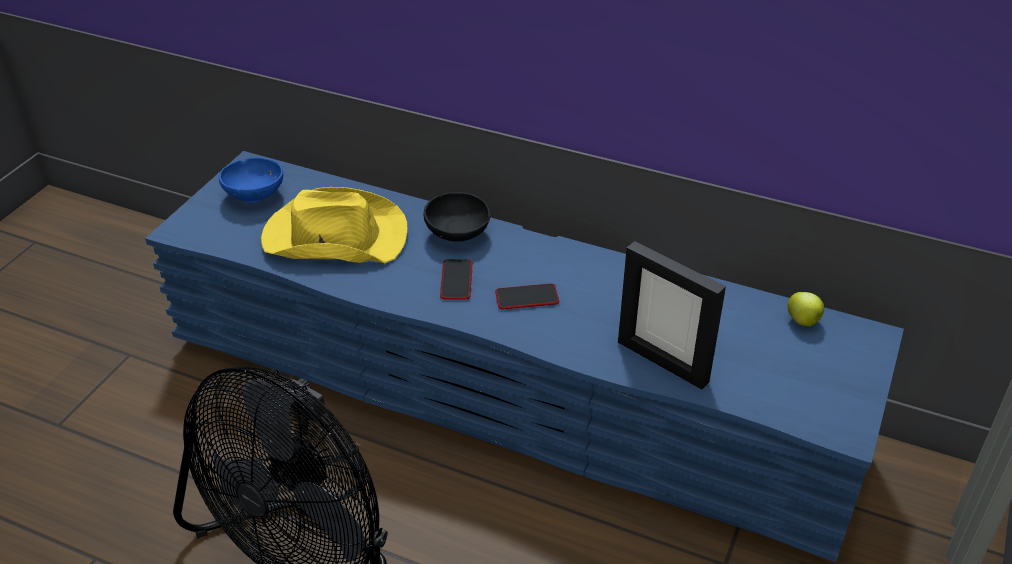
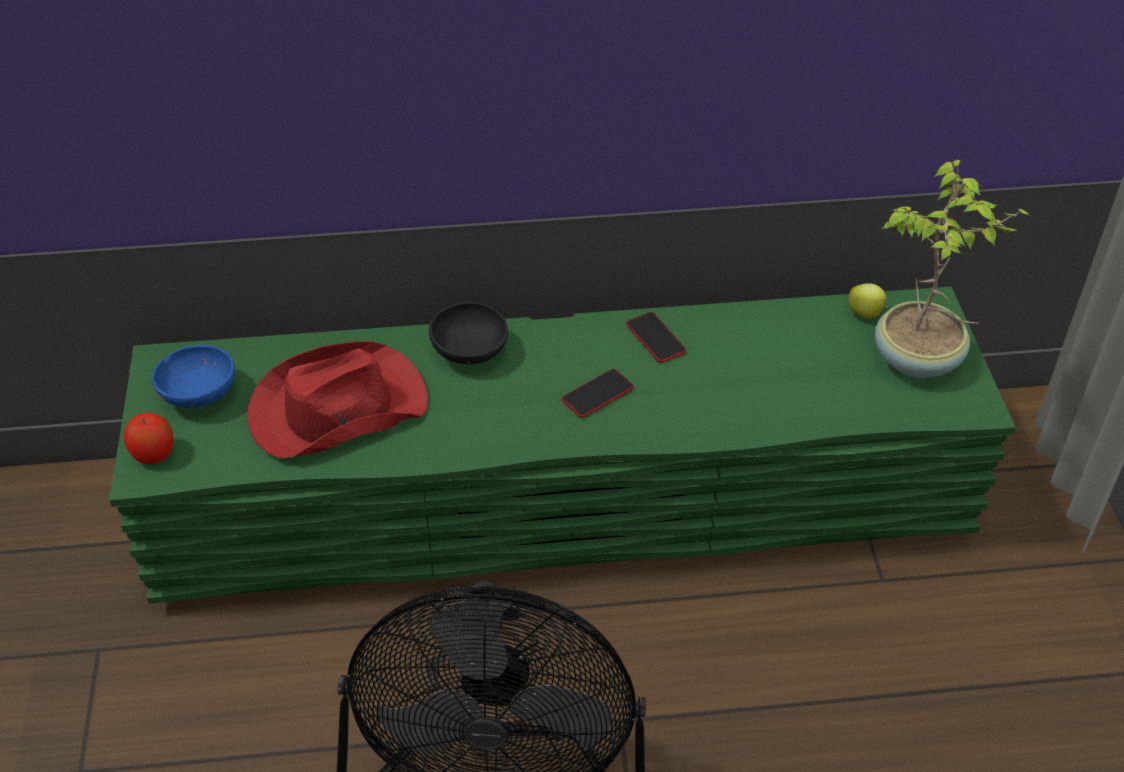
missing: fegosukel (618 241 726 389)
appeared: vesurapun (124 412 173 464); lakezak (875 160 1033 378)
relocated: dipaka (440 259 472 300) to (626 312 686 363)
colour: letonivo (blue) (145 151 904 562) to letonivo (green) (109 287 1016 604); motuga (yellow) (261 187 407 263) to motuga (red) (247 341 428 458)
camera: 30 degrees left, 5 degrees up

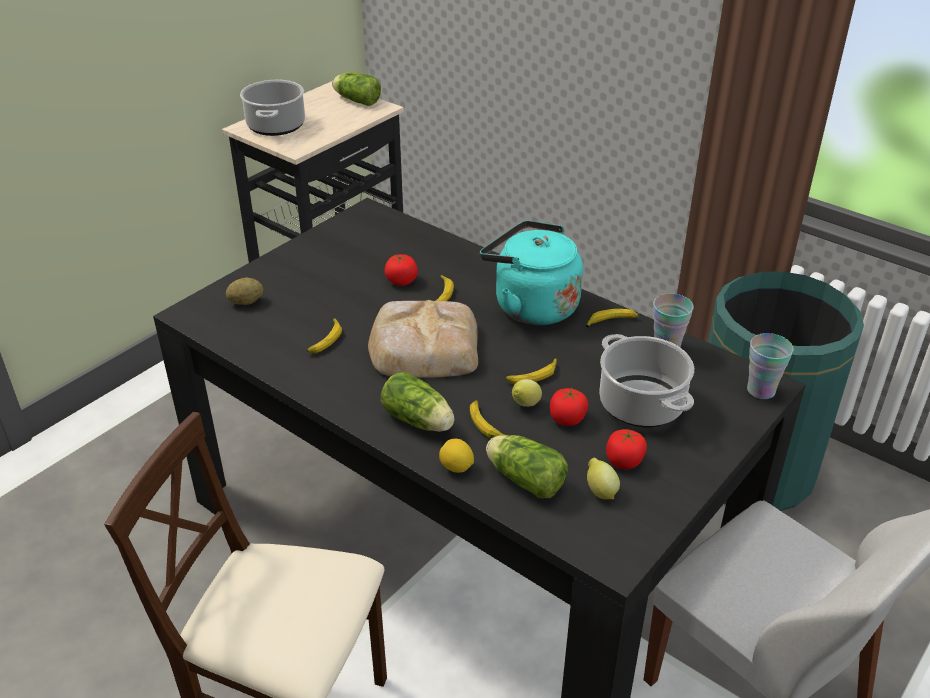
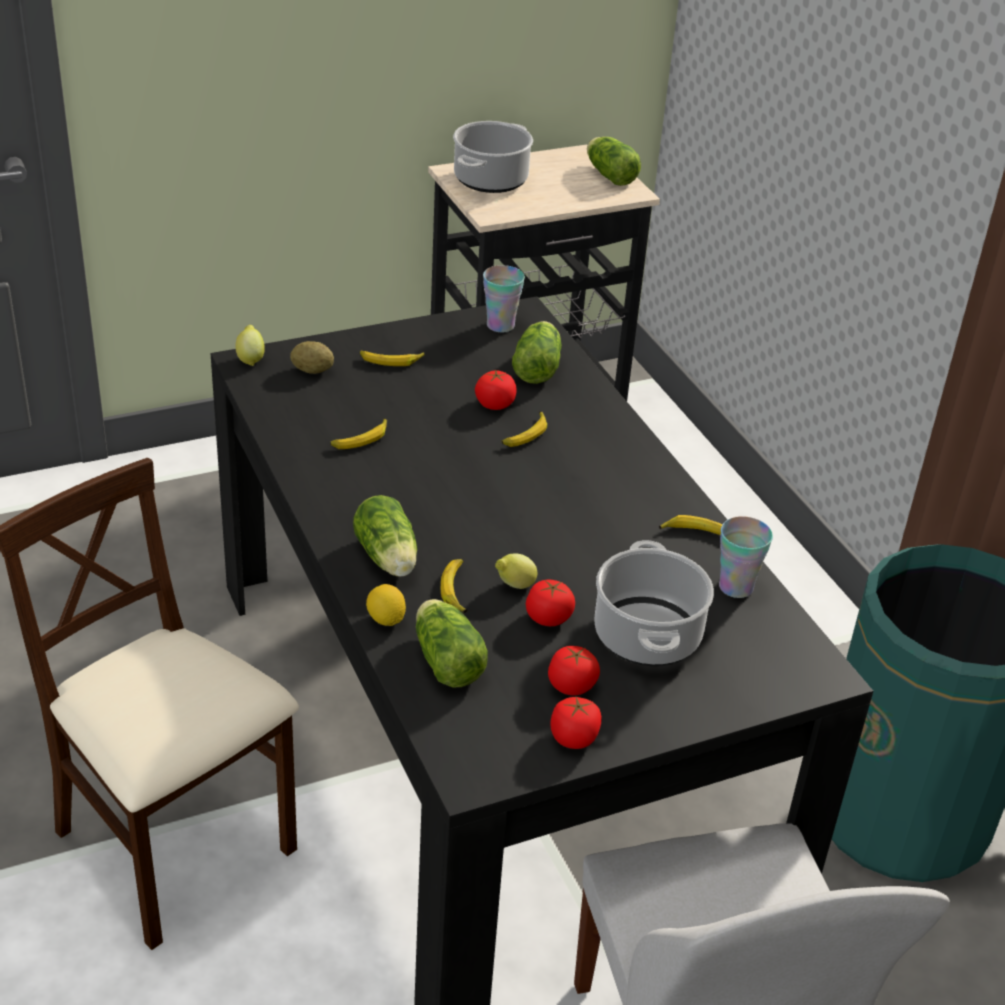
missing: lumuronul (368 300 478 377); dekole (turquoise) (480 220 583 325)
appeared: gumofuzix (512 321 562 384); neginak (551 697 602 749)
relocated: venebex (506 358 557 384) to (360 351 425 366); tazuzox (587 458 620 499) to (235 325 265 366); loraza (747 333 794 399) to (483 265 525 333)
camera: 25 degrees right, 0 degrees up

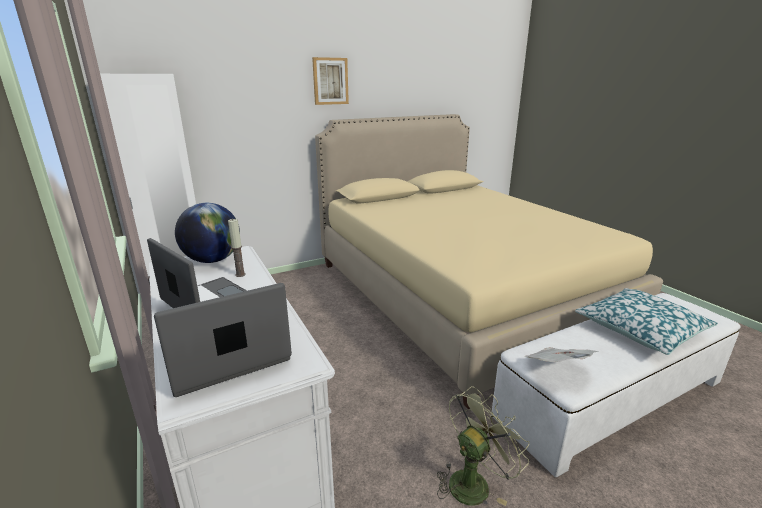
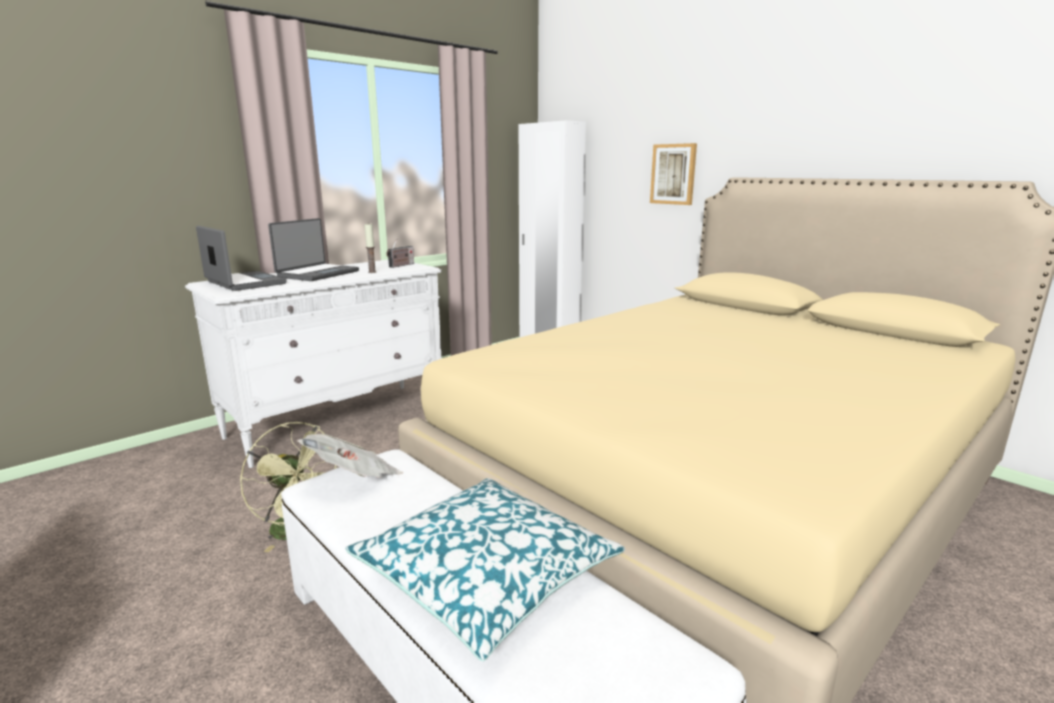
relocated: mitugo (312 57 349 105) to (650 143 697 205)
exchanged: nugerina (175 203 240 263) to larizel (387 239 414 268)
camera: 75 degrees right, 5 degrees down

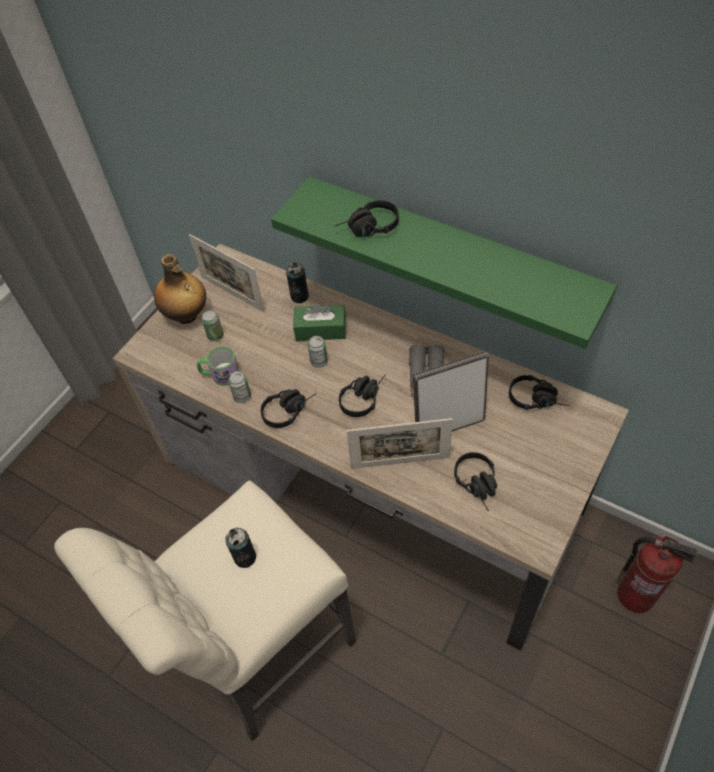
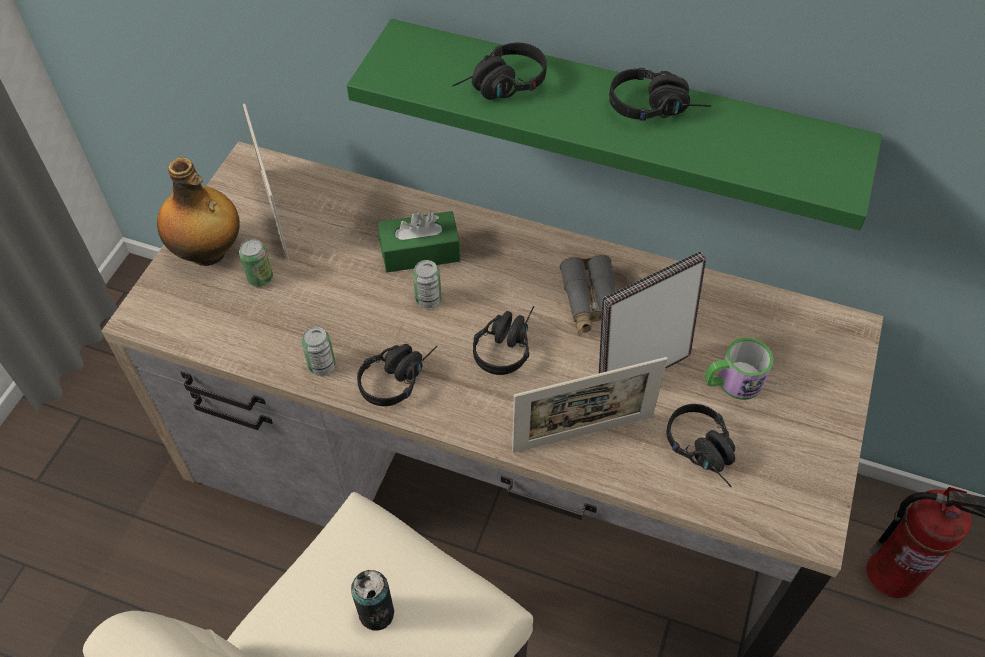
missing: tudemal (286 263 309 303)
relocated: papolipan (197 346 240 386) to (705 338 773 400); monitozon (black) (509 375 569 410) to (609 68 711 121)
spun: fegosukel (189 234 264 312) = (243 104 289 260) 45 degrees clockwise
camera: 15 degrees left, 0 degrees up

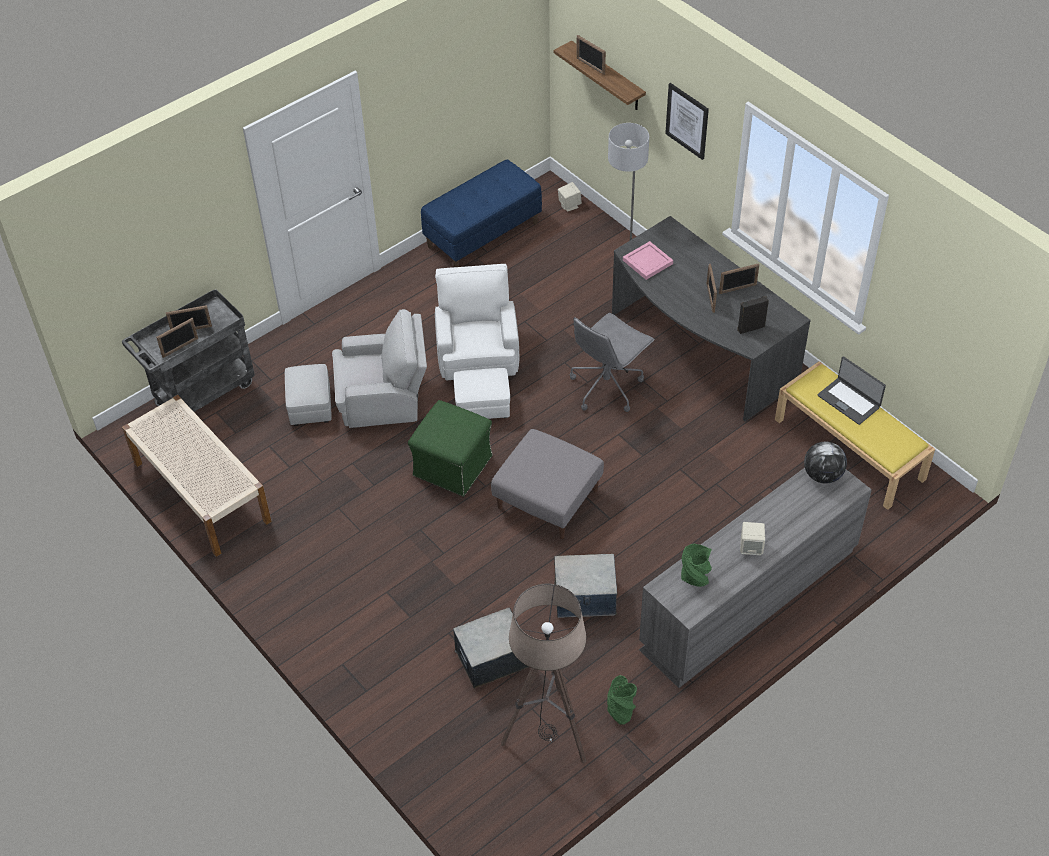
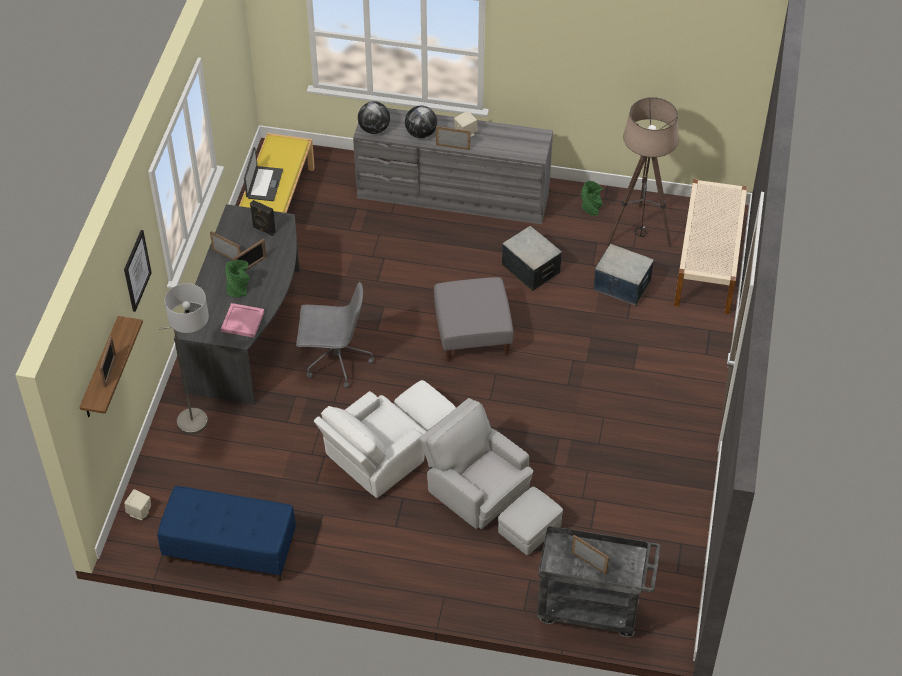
missing: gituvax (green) (408 400 493 497)
appeared: nugerina (405 106 437 138)
relocated: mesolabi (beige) (122 395 272 557) to (674 179 747 314); fegosukel (156 318 198 358) to (436 126 471 150); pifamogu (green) (681 544 712 587) to (226 260 250 297)
camera: 130 degrees left, 0 degrees up

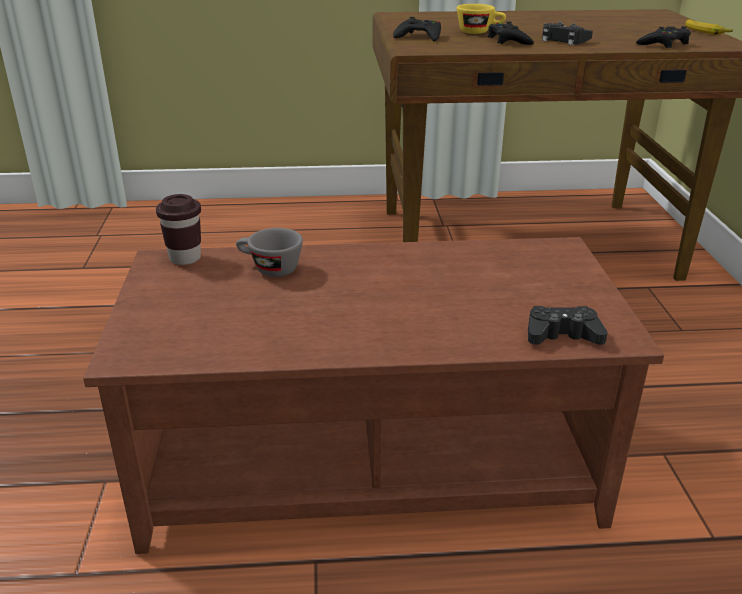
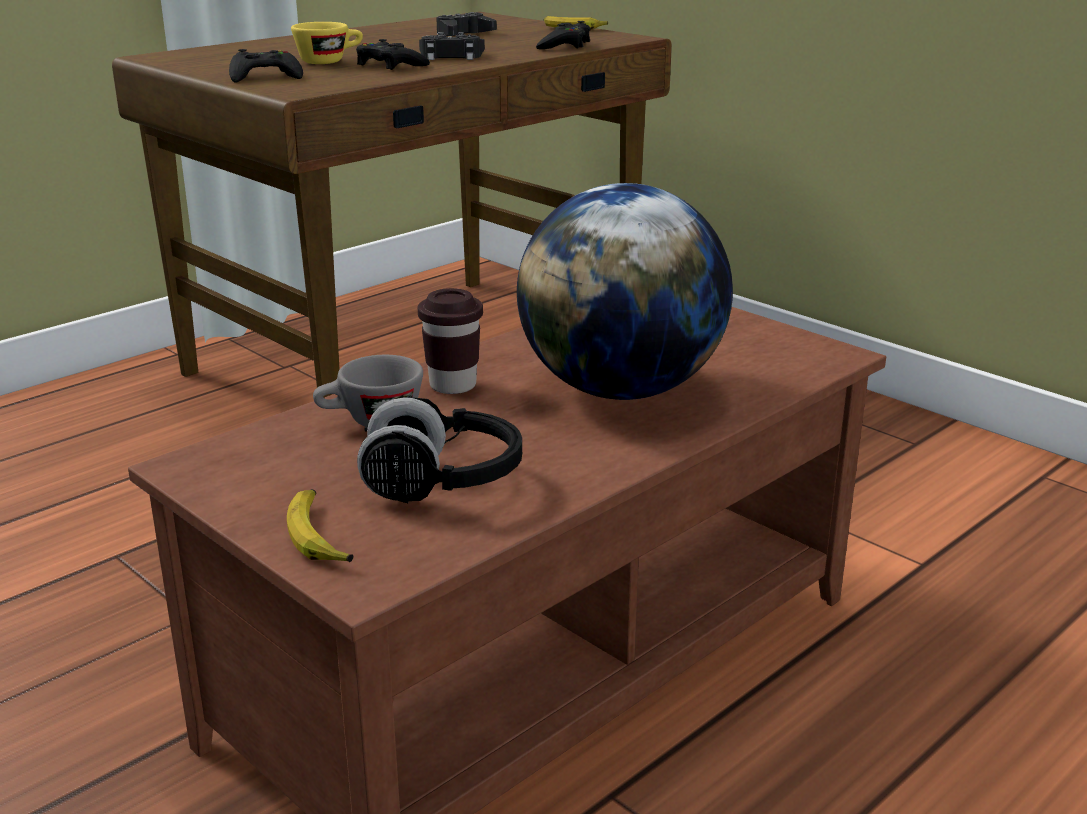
appeared: venebex (287 489 354 562); monitozon (black) (357 397 522 503); nugerina (517 183 733 400)
relocated: loraza (brown) (156 194 201 265) to (418 288 483 394); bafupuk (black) (528 306 608 345) to (436 12 497 36)
camera: 40 degrees left, 5 degrees down

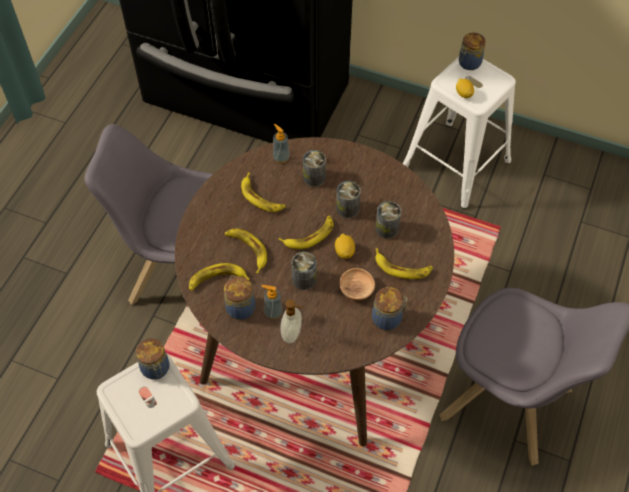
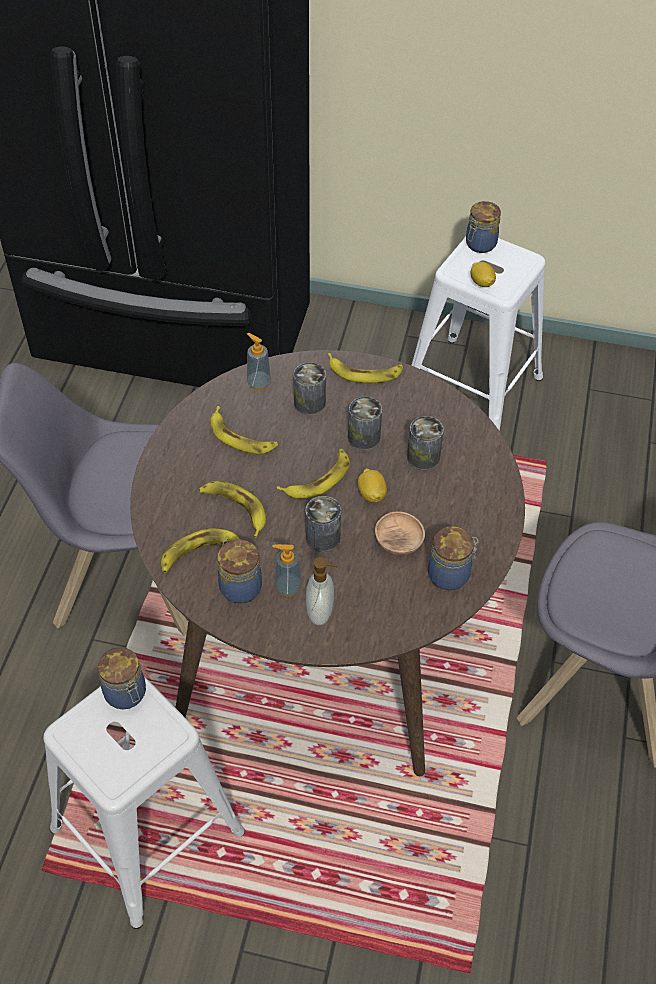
relocated: venebex (376 248 433 279) to (328 353 403 383)
camera: 10 degrees left, 5 degrees down

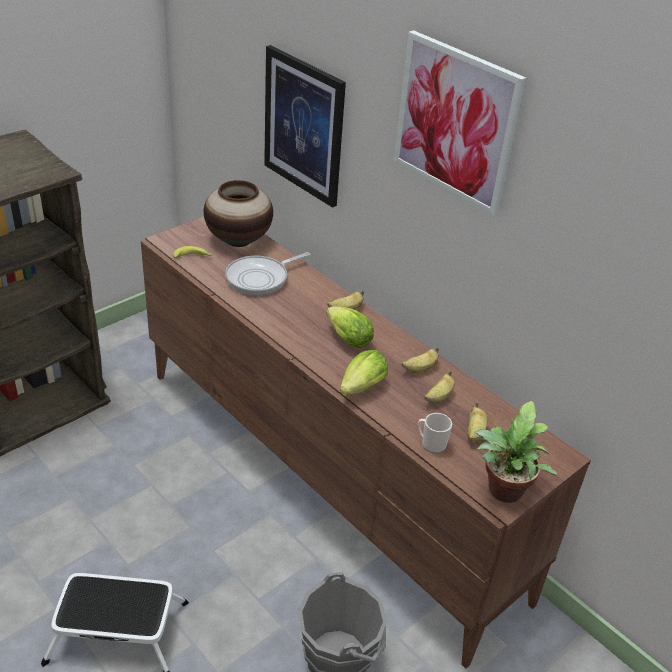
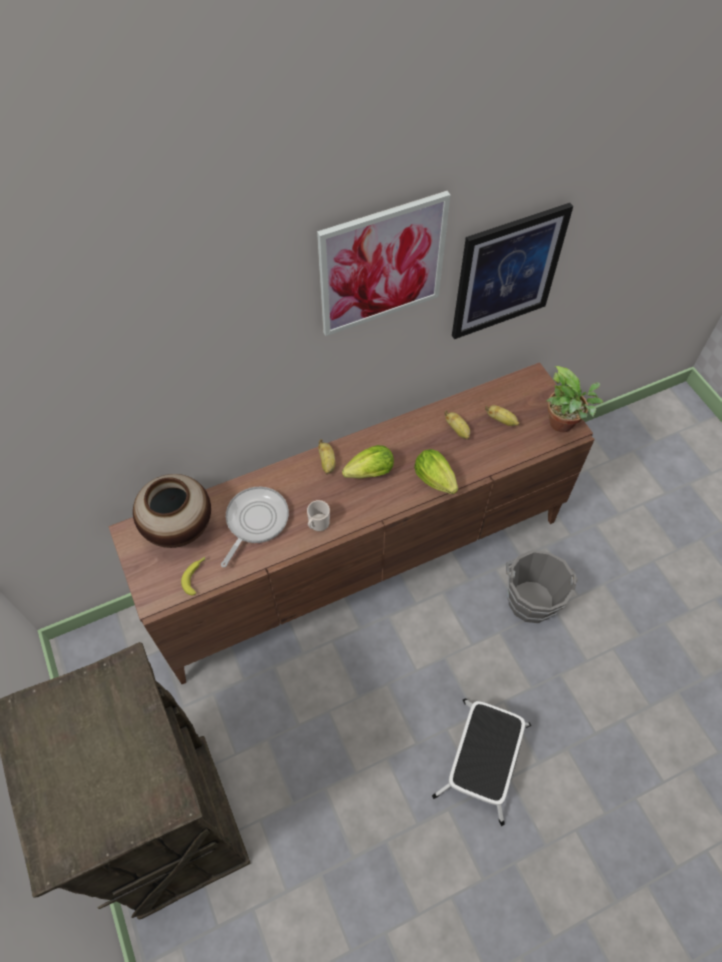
missing: venebex (402 347 439 373)
relocated: mitugo (264 45 346 208) to (452 203 573 339); papolipan (418 413 452 453) to (307 500 330 531)
spun: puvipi (225 252 310 295) = (221 487 289 567) 135 degrees counterclockwise
camera: 70 degrees left, 20 degrees up

